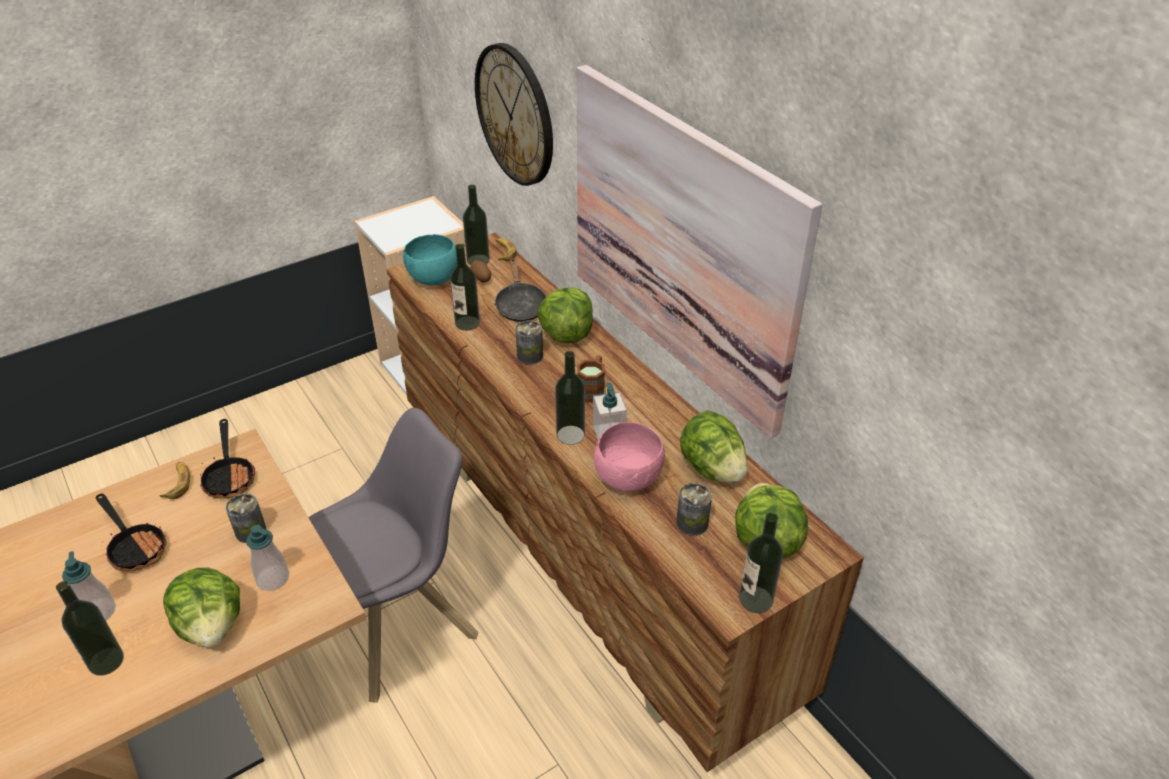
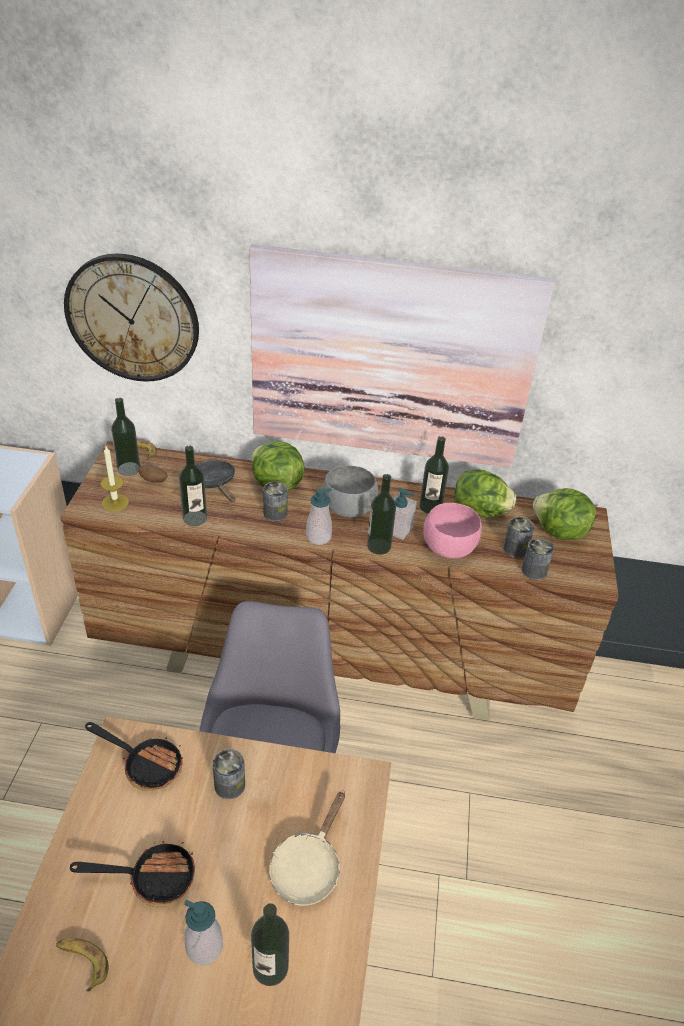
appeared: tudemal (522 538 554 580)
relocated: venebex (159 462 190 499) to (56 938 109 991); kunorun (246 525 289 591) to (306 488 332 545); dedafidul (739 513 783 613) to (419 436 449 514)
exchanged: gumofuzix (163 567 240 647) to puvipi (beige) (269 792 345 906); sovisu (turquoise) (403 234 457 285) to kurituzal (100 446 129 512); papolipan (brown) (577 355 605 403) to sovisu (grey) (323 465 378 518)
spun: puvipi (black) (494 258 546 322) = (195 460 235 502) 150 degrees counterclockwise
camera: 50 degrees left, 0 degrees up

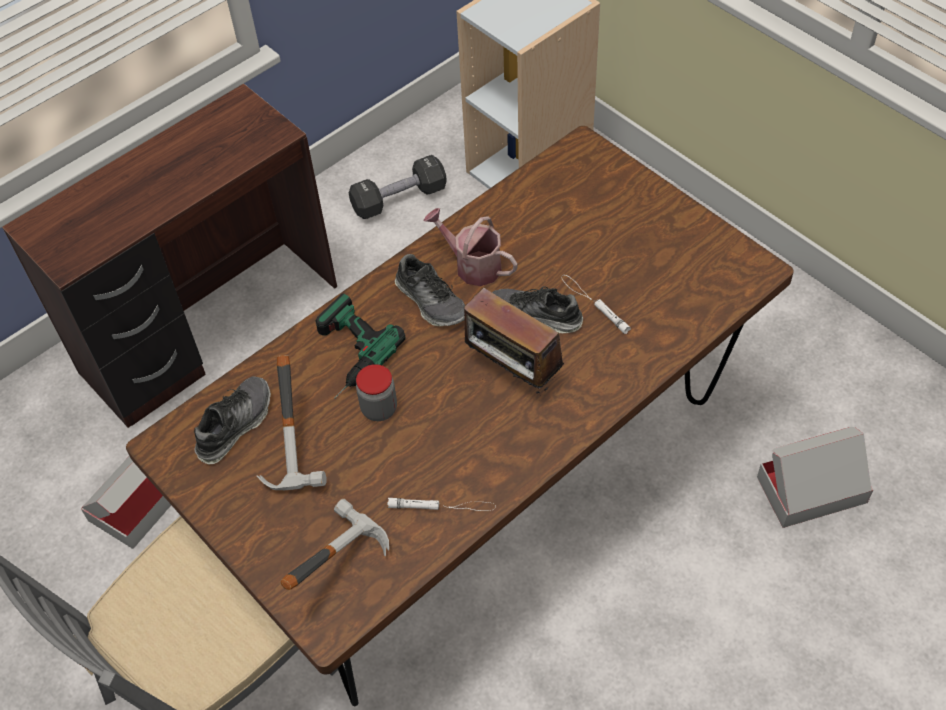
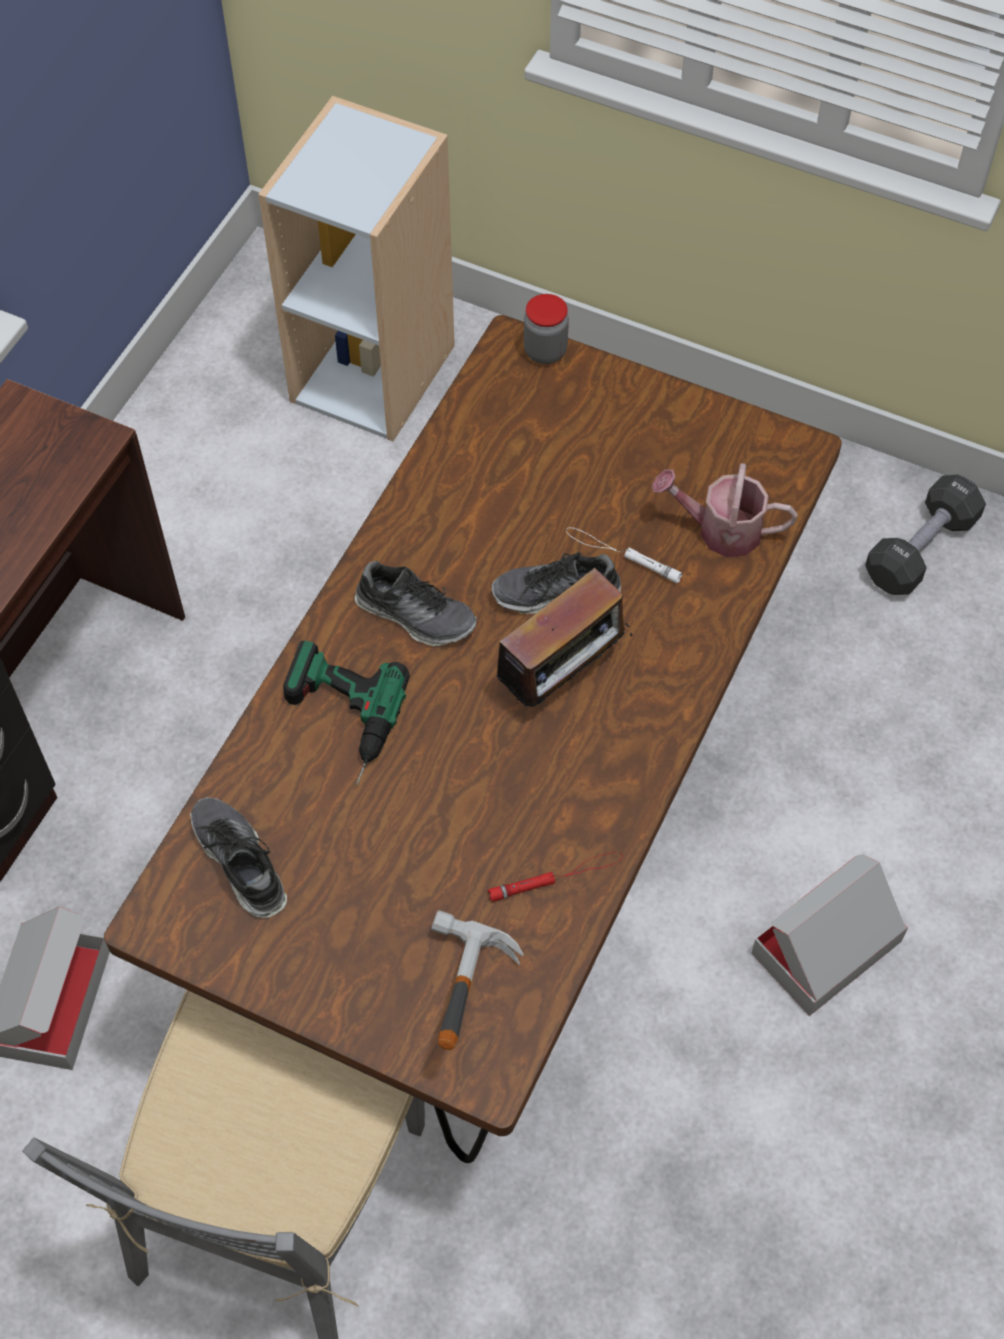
missing: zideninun (256 355 327 490)
relocated: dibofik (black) (349 155 447 219) to (865 475 986 595); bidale (356 364 397 421) to (524 294 569 364); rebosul (423 208 518 286) to (652 463 798 557); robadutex (757 427 873 528) to (751 854 908 1016)
colour: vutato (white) (387 498 496 511) to vutato (red) (488 852 623 902)
spun: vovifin (194 376 271 464) = (190 797 287 918) 45 degrees counterclockwise; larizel (464 288 564 393) = (484 568 634 707) 60 degrees counterclockwise
camera: 25 degrees left, 5 degrees up

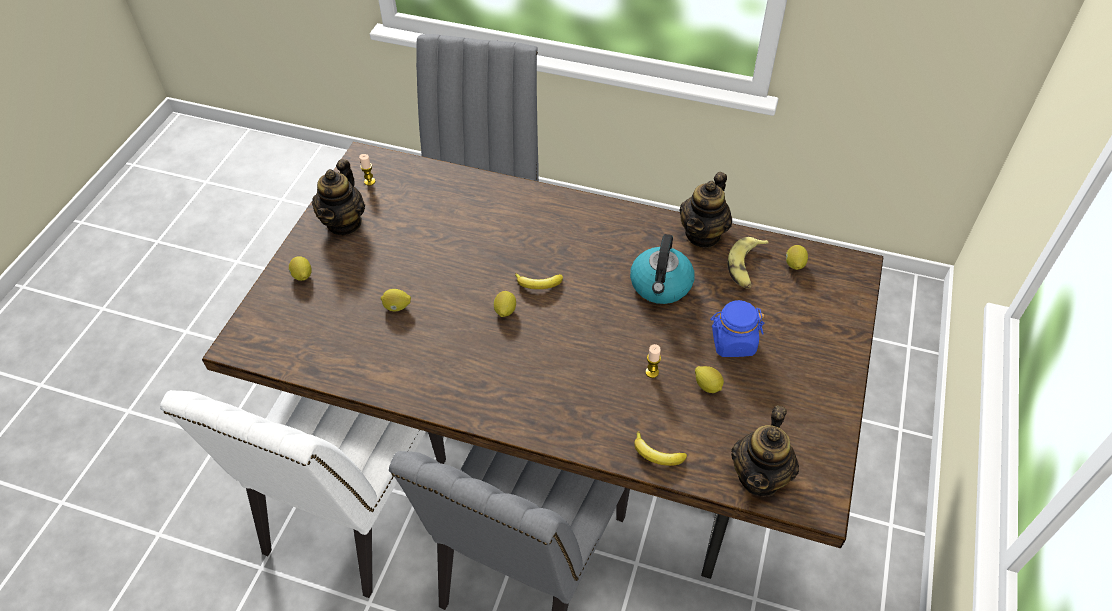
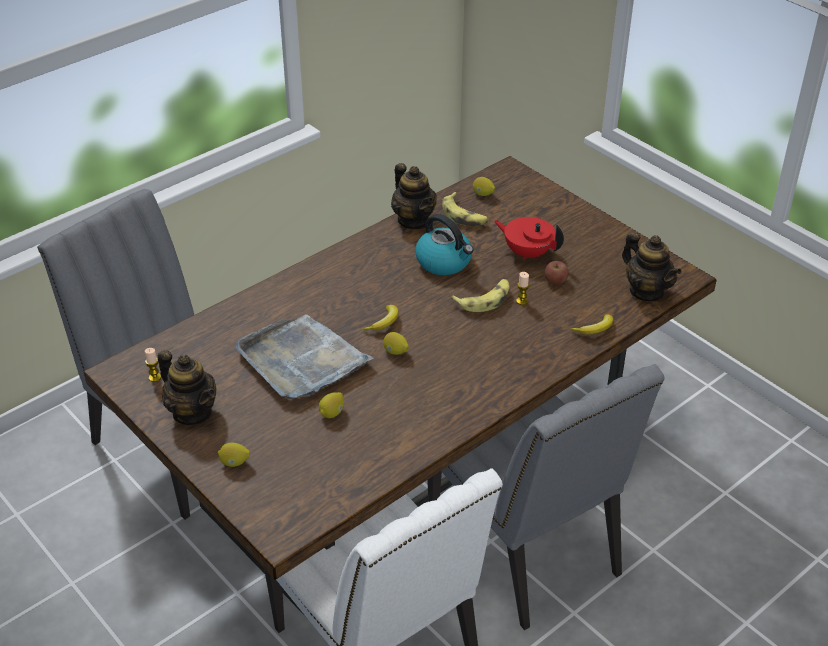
appeared: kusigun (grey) (236 314 374 400); venebex (451 279 510 312)
exchanged: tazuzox (695 366 724 393) to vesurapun (544 261 569 285); bidale (blue) (710 300 765 357) to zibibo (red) (494 217 564 260)
camera: 60 degrees left, 10 degrees down

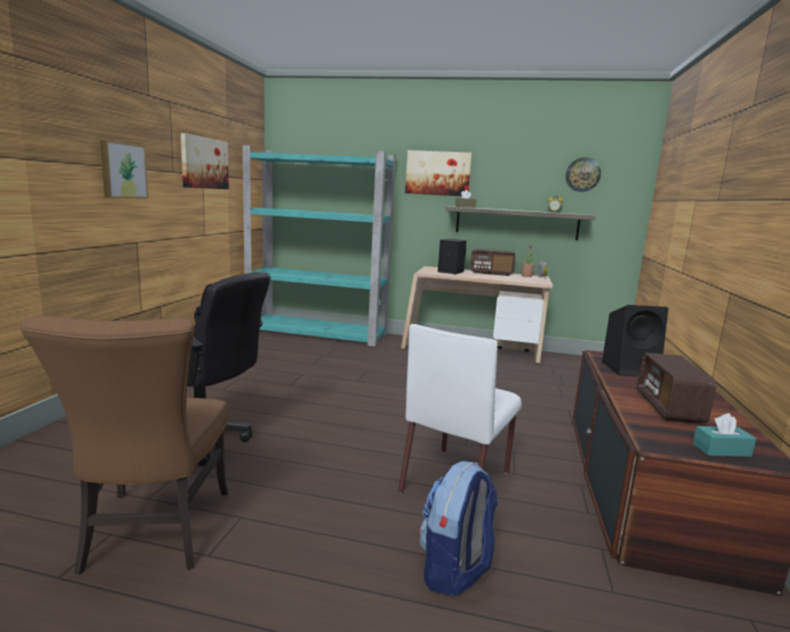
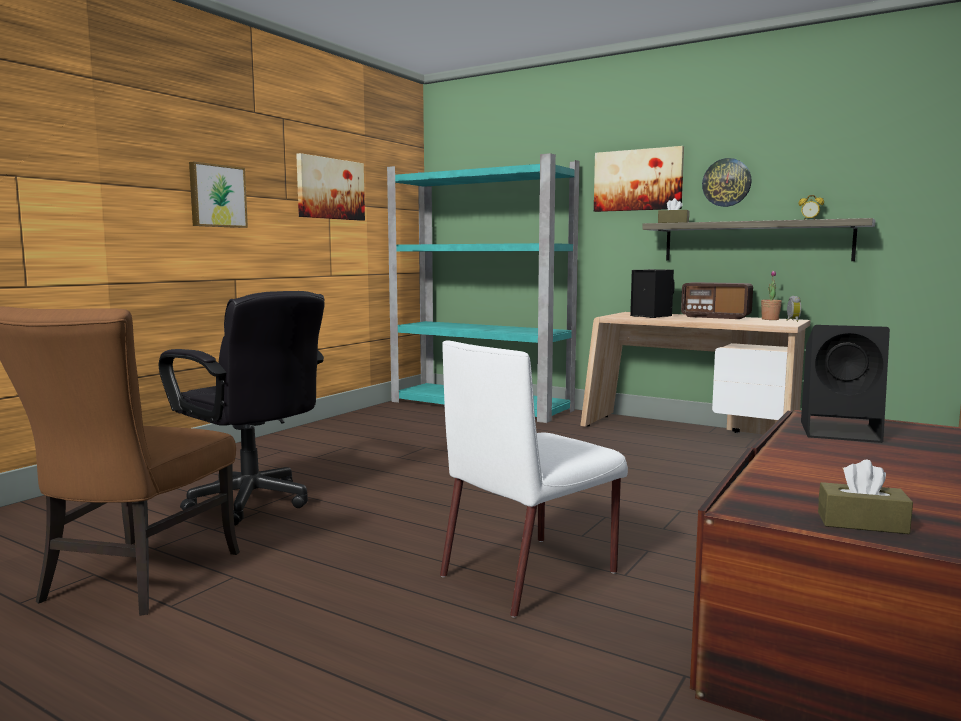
missing: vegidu (419 461 498 595); larizel (637 352 717 424)
relocated: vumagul (566 157 601 192) to (702 158 752 207)
colour: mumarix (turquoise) (693 413 756 457) to mumarix (brown) (818 460 913 534)
camera: 20 degrees right, 5 degrees down

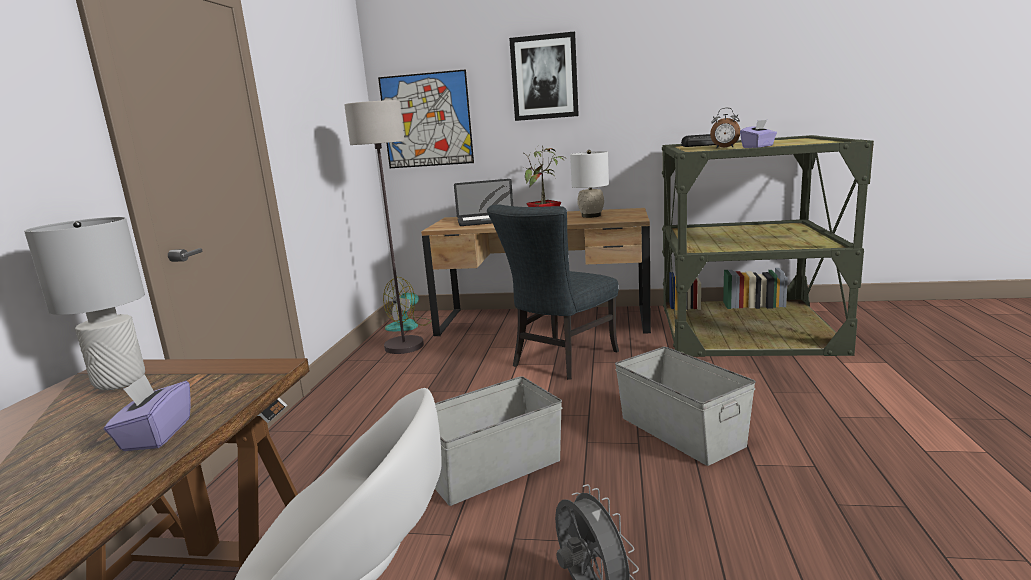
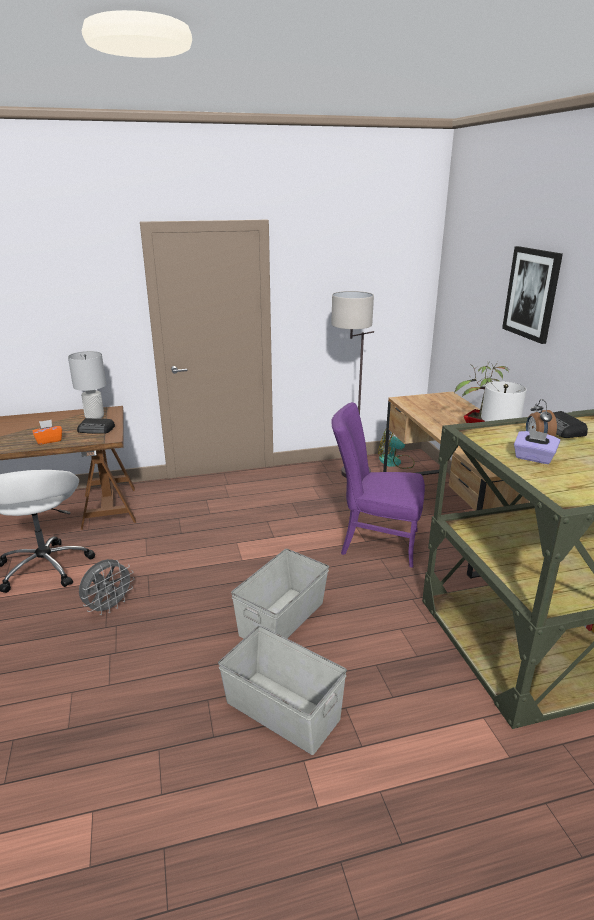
missing: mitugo (378 69 474 168); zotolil (454 179 513 226)
appeared: larizel (77 418 115 434)
relocated: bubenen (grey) (435 376 562 506) to (218 626 347 755)
colour: mumarix (purple) (104 374 191 451) to mumarix (orange) (32 420 62 445); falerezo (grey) (487 204 619 380) to falerezo (purple) (331 402 425 568)
camera: 65 degrees right, 10 degrees up

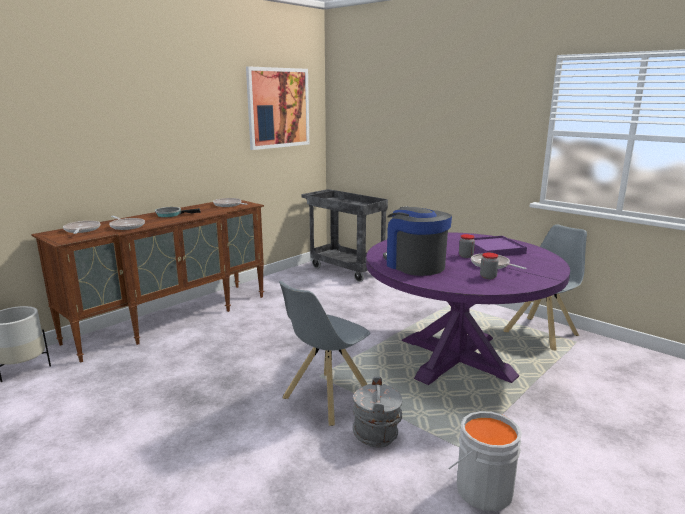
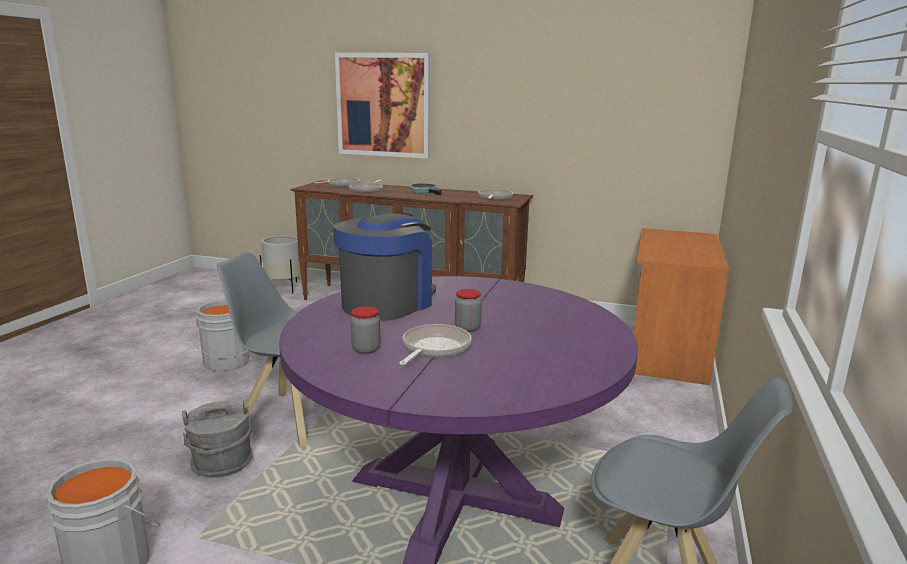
missing: kusigun (purple) (474 236 527 256)
appeared: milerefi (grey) (190 300 249 371)
relocated: mitugo (246 66 309 150) to (335 53 430 159)
exchanged: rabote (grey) (302 189 388 282) to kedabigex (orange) (634 228 729 385)
camera: 65 degrees right, 0 degrees up

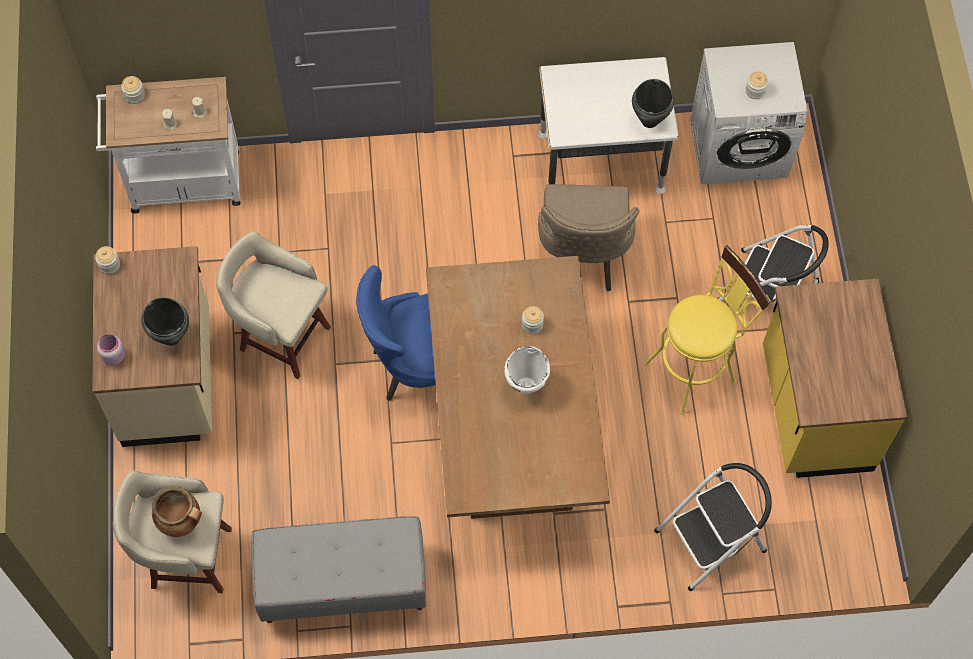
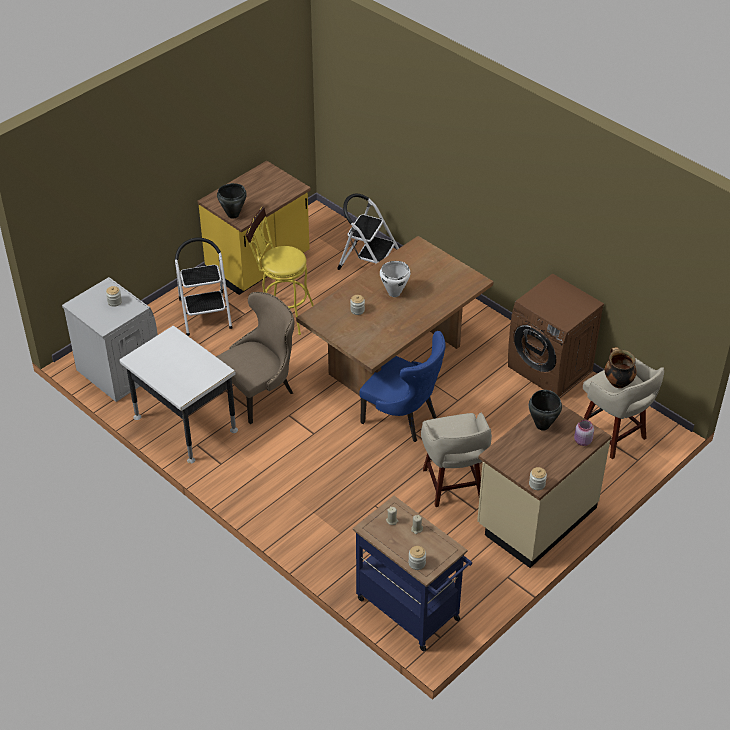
relocated: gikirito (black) (632 79 674 128) to (217 183 247 219)
exchanged: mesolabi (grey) (252 516 426 623) to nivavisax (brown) (508 273 604 397)
colour: rabote (white) (96 77 241 213) to rabote (blue) (353 496 472 652)
camera: 130 degrees left, 20 degrees down

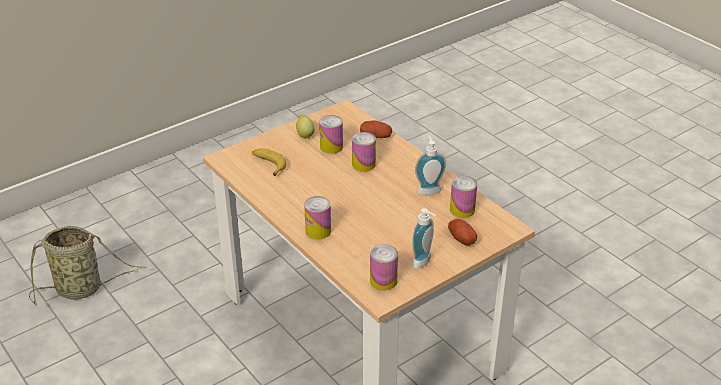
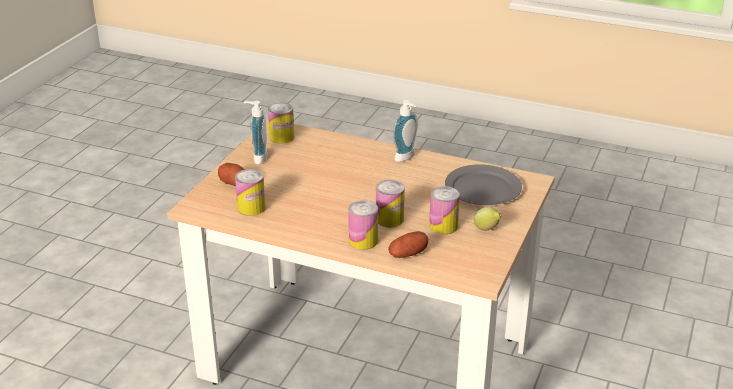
missing: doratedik (29 226 146 306)
relocated: tudemal (304 196 331 240) to (348 200 378 250); kunorun (415 136 446 195) to (393 100 418 162)
exchanged: venebex (252 148 286 176) to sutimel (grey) (445 164 522 205)
camera: 150 degrees right, 5 degrees down

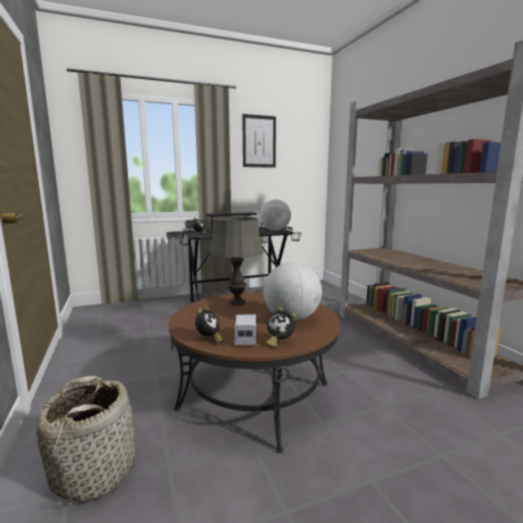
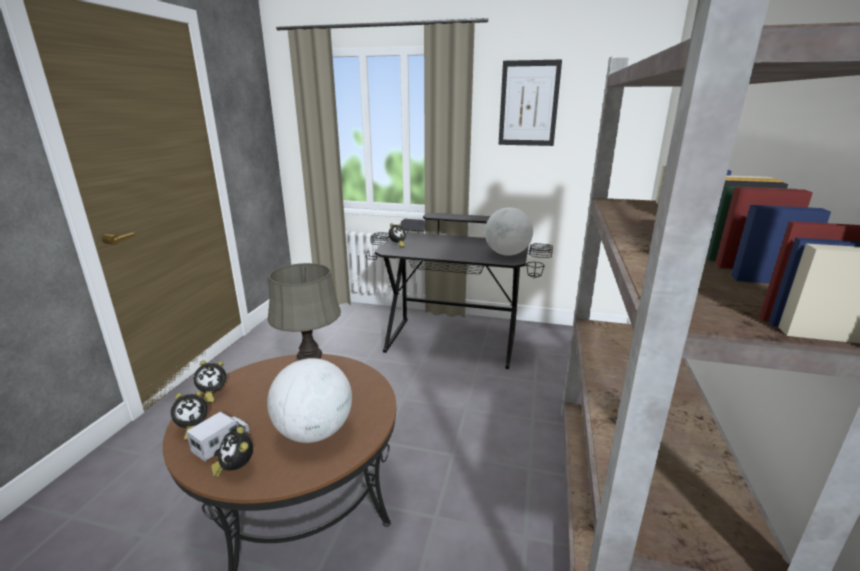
missing: doratedik (36 376 135 506)
appeared: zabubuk (194 361 226 403)
camera: 35 degrees right, 10 degrees up

